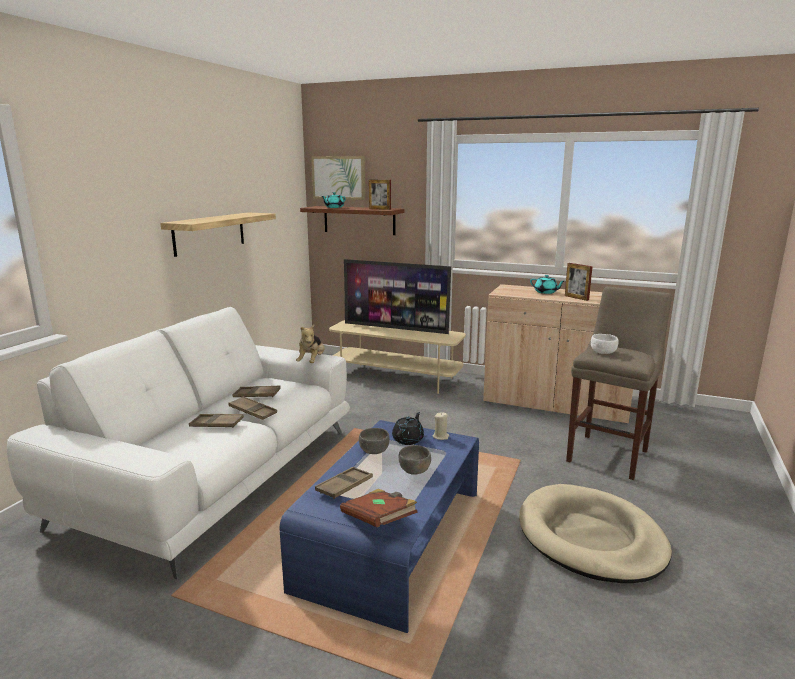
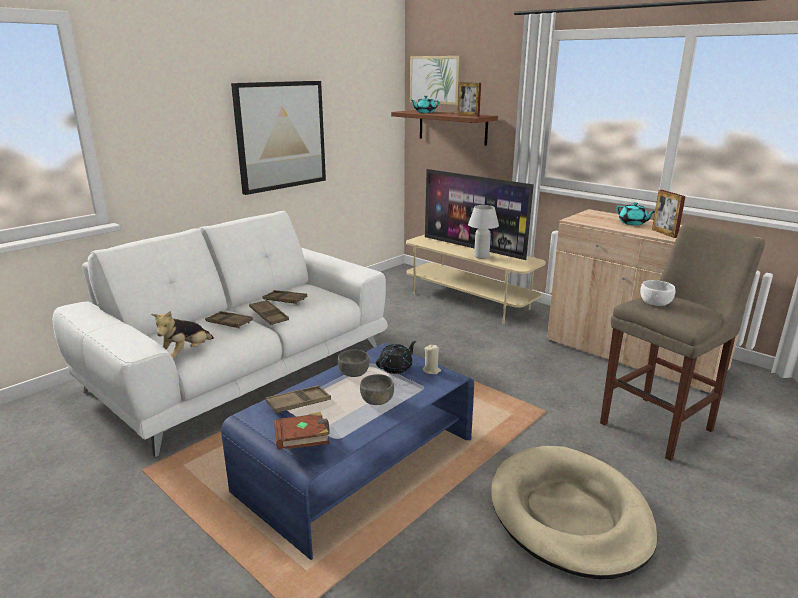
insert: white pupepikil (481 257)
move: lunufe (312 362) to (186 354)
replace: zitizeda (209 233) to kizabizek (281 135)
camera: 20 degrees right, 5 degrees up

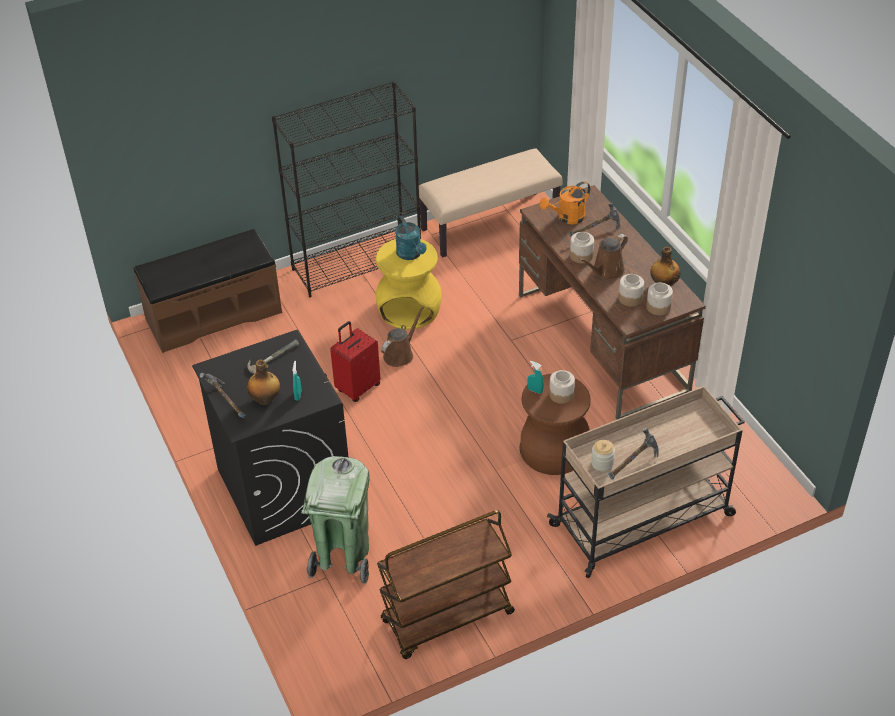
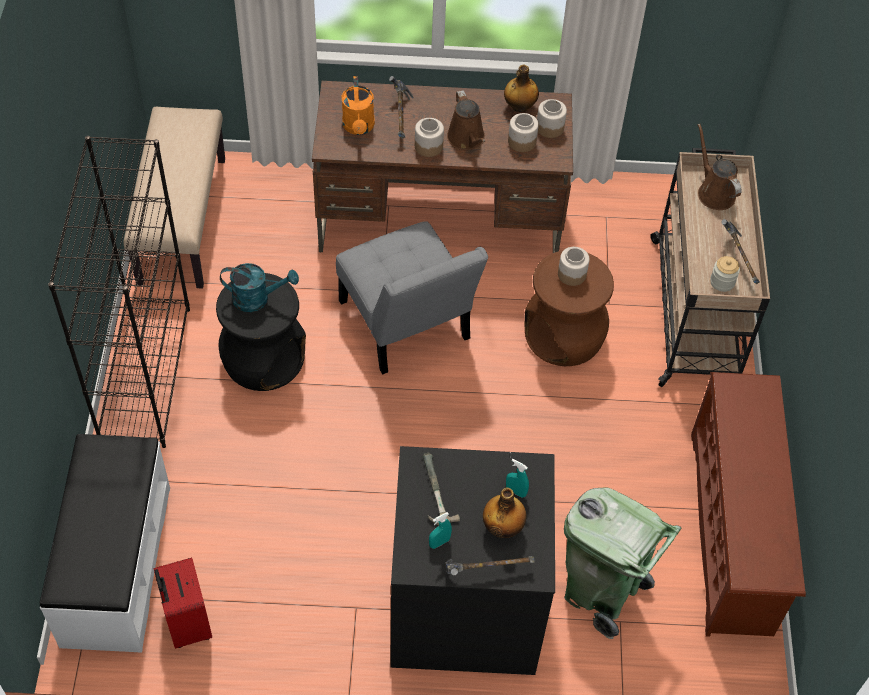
insert: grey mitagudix (407 326)
move: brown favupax (400 354) to (714 192); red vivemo (357 387) to (187 624); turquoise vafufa (535 390) to (439 542)
replace: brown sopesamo (447 618) to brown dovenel (733 533)
recolor: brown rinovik (213 315) to white rinovik (115 565); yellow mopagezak (410 309) to black mopagezak (263 358)
camera: 65 degrees left, 10 degrees up

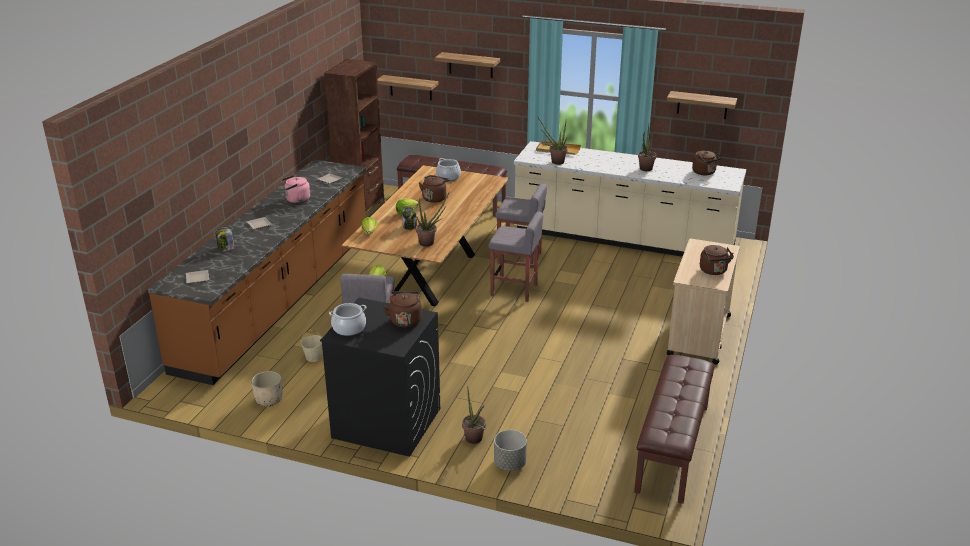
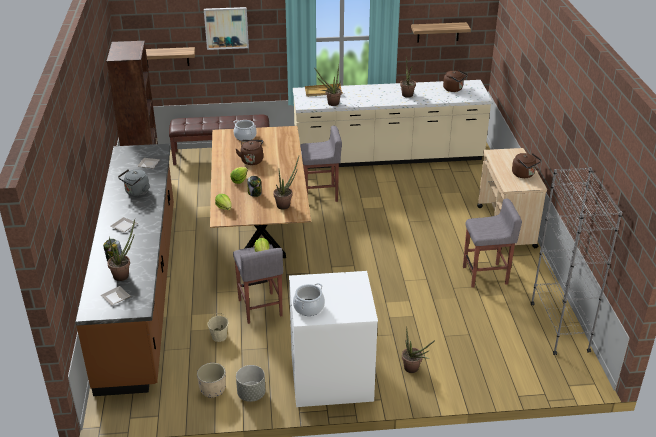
delete: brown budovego (405 320)
insert: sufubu (124 274)
move: grey mopagezak (514 290) to (486 275); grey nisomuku (509 464) to (251 394)
replace: zitizeda (470 65) to kizabizek (226 28); brown rinovik (673 448) to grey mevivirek (559 327)
recolor: pink budovego (296 200) to grey budovego (136 192); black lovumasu (386 423) to white lovumasu (330 378)
camera: 25 degrees left, 5 degrees up

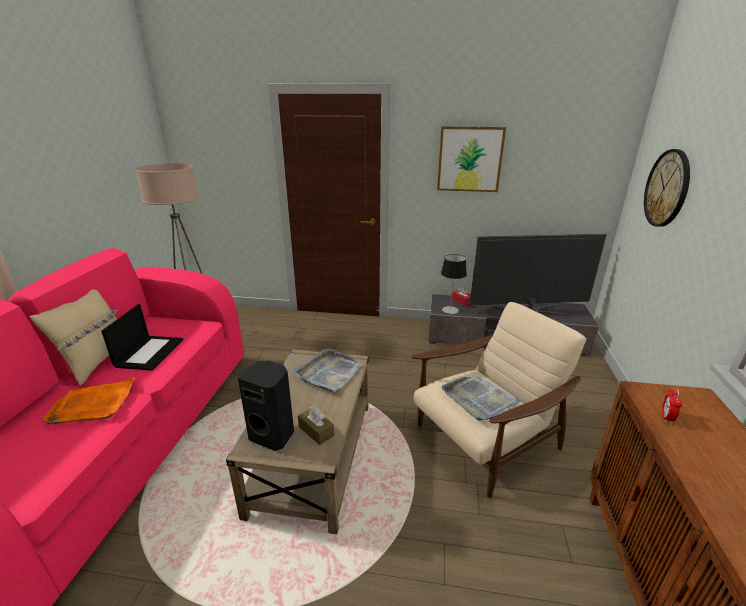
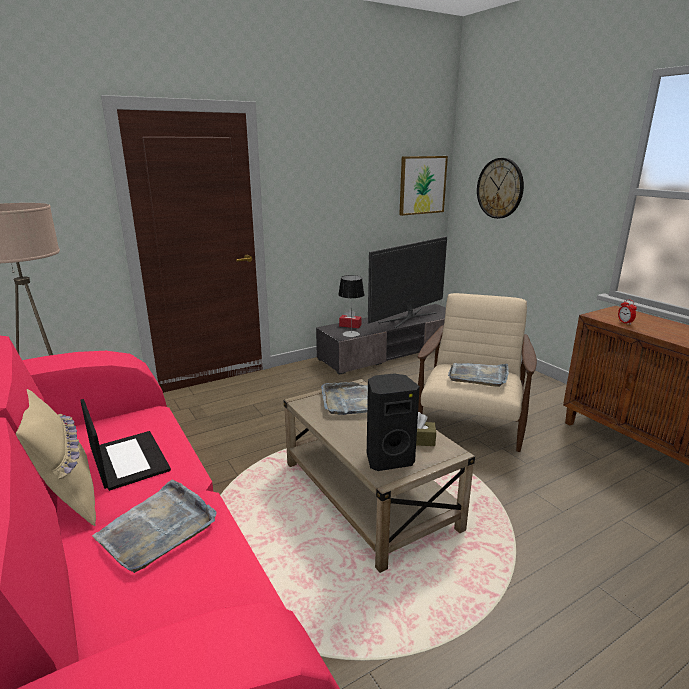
move: kizabizek (470 159) to (422 185)
recolor: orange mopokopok (93 404) to grey mopokopok (158 528)
camera: 40 degrees left, 5 degrees down

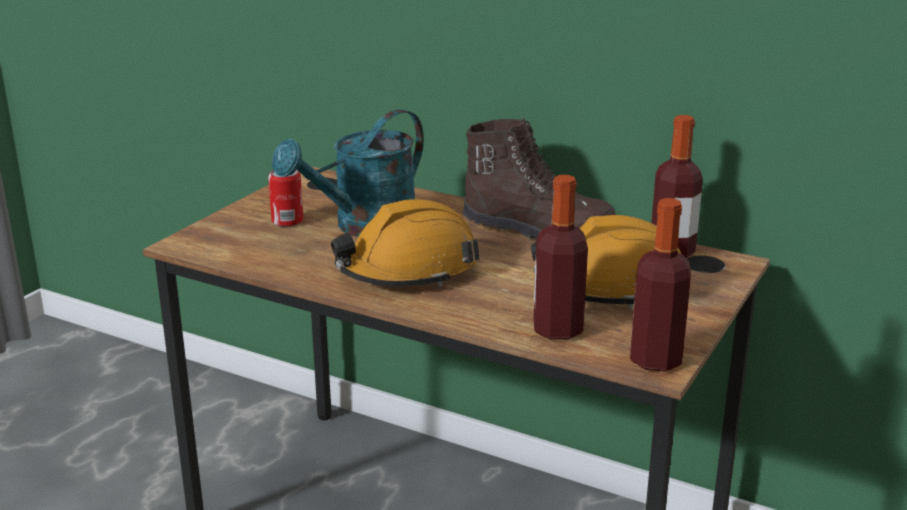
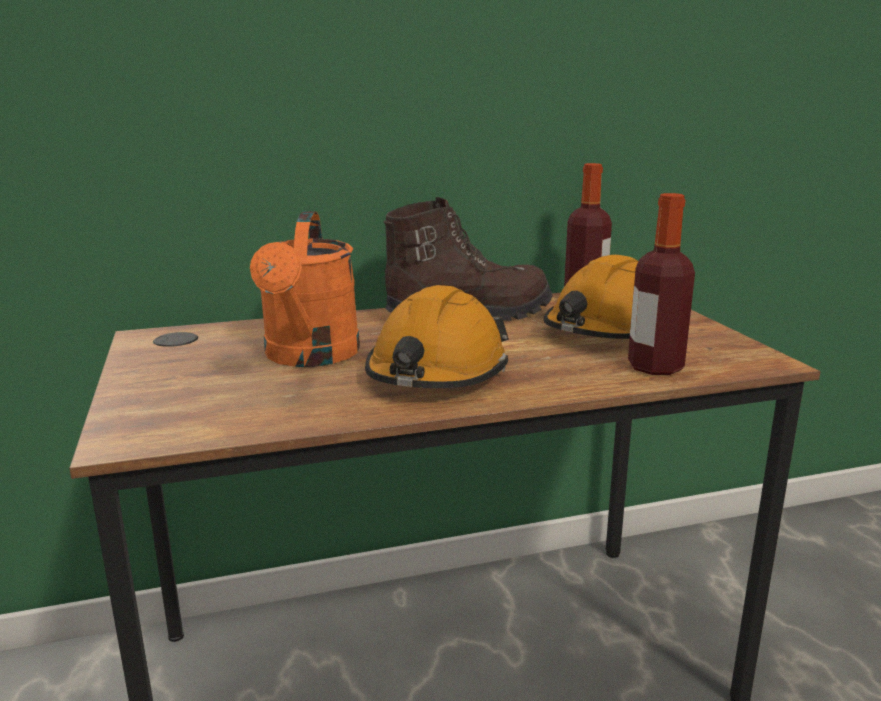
delete: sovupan (287 221); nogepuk (655 360)
recolor: turquoise favupax (364 227) to orange favupax (310 357)
camera: 45 degrees left, 5 degrees down

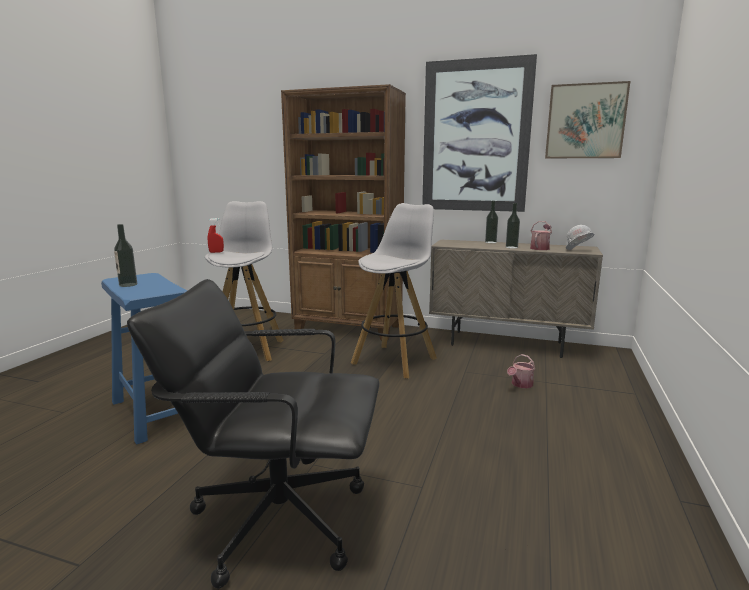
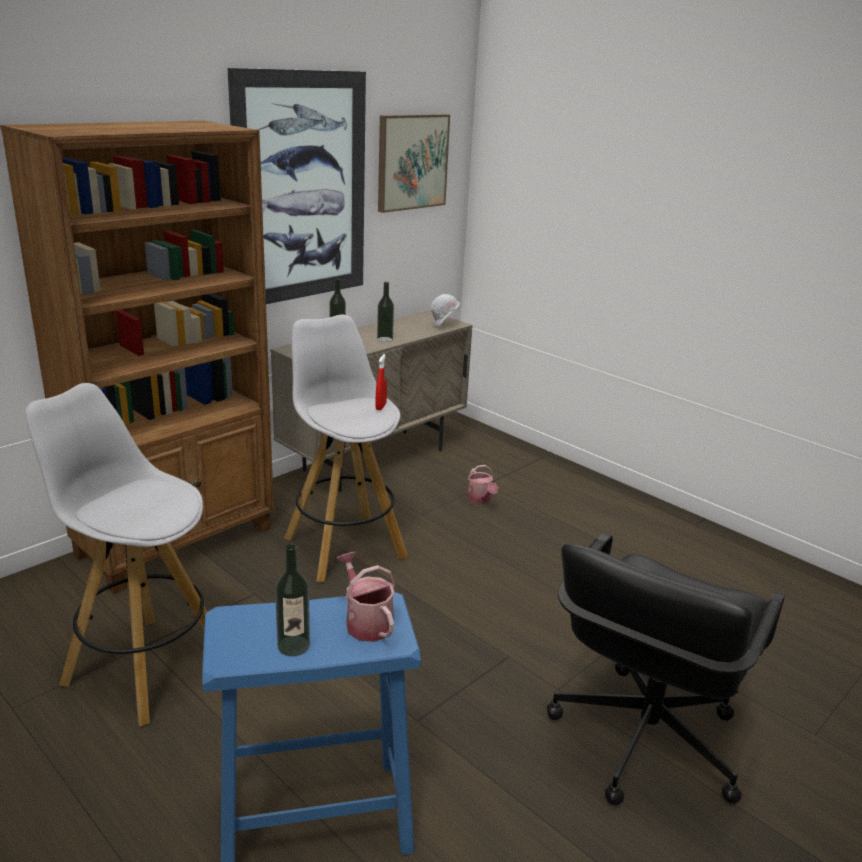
move: red vafufa (216 252) to (381 406); favupax (540 248) to (366 621)
camera: 65 degrees left, 10 degrees up

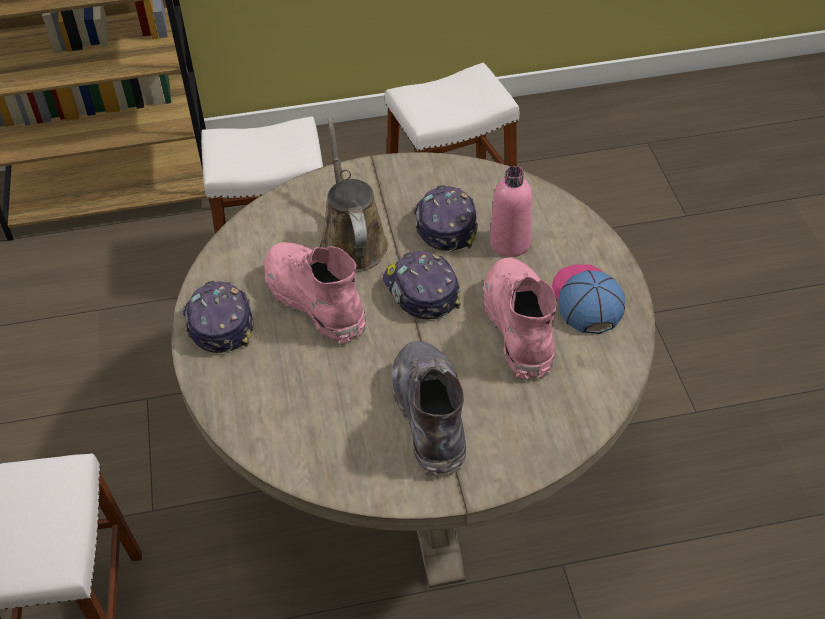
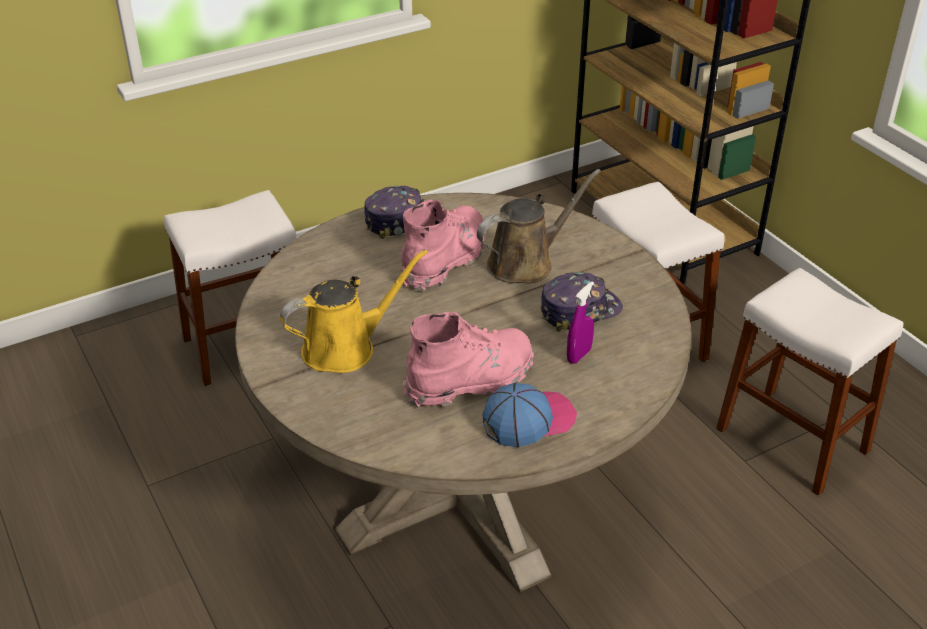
delete: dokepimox (420 291)
replace: pink nogepuk (510 243) to purple vafufa (579 355); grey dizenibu (430 416) to yellow favupax (345 348)
camera: 70 degrees right, 10 degrees down

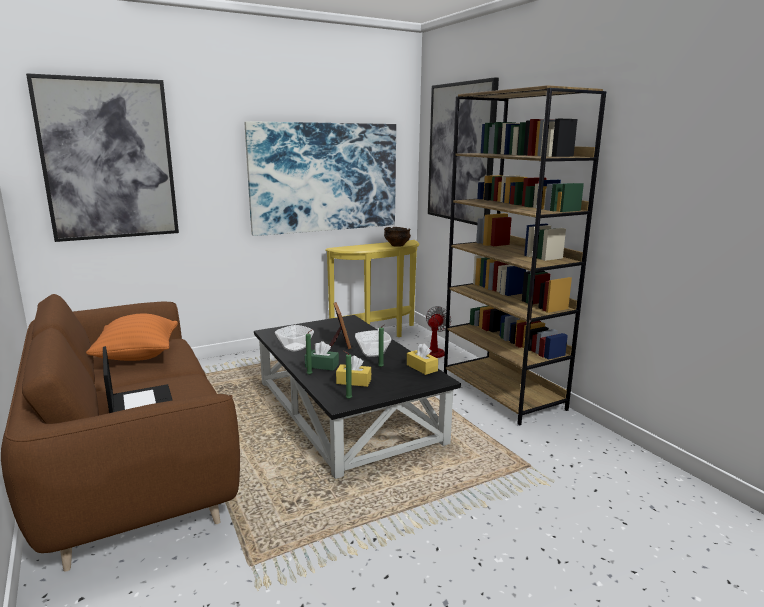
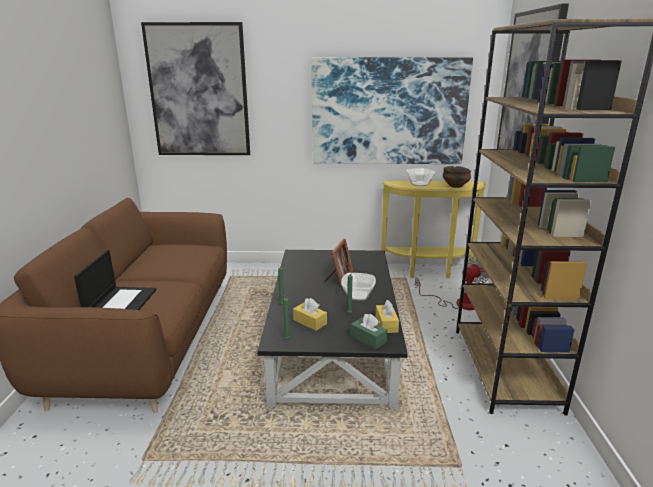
delete: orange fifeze (138 356)
move: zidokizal (295 347) to (419 184); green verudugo (322 366) to (368 339)
camera: 30 degrees right, 5 degrees up

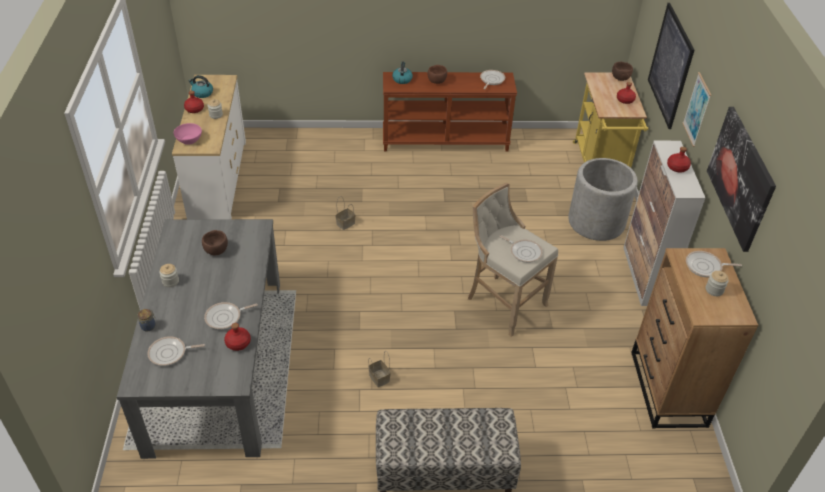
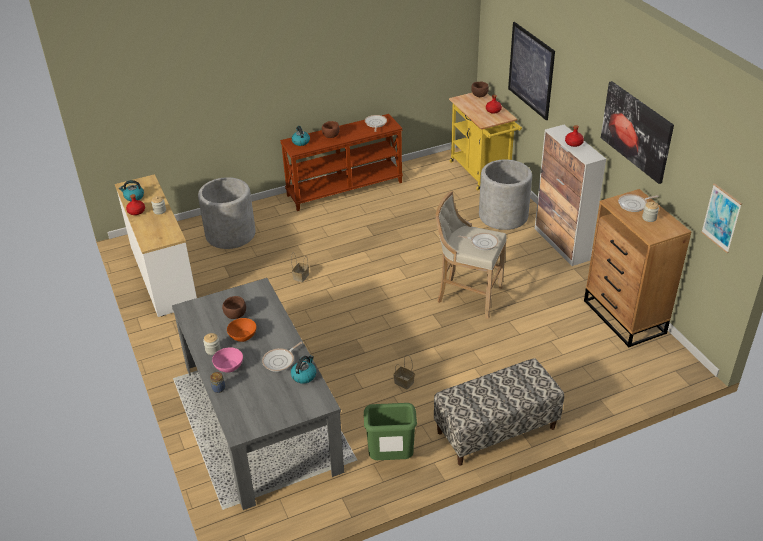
delete: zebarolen (170 353)
insert: grey nisomuku (230 234); orange zidokizal (242 336); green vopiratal (390 459)
move: kizabizek (697 109) to (721 218); pink zidokizal (189 140) to (229 366)
replace: red nogepuk (238 343) to budovego (304 375)
camera: 20 degrees left, 5 degrees down

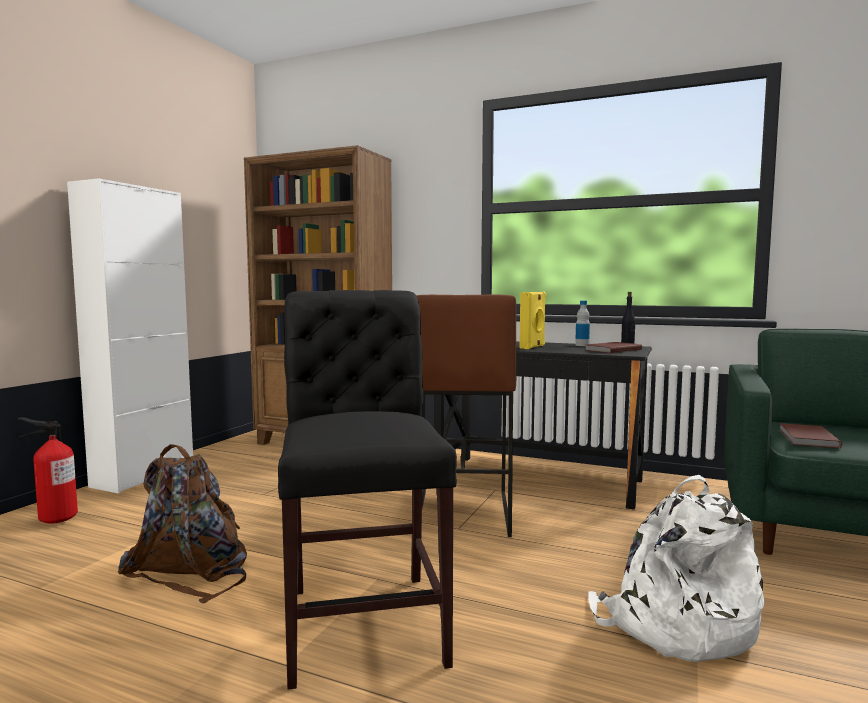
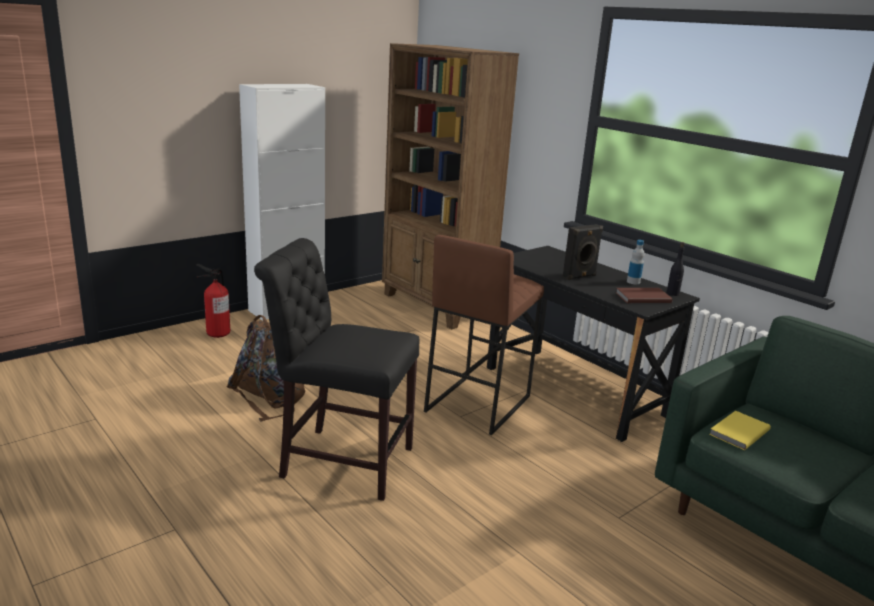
delete: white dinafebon (674 625)
recolor: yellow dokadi (533 347) to black dokadi (580 276); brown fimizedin (806 438) to yellow fimizedin (737 432)
rotate: black mitagudix (365 617) = (340 460) 90 degrees counterclockwise
camera: 25 degrees right, 15 degrees up

